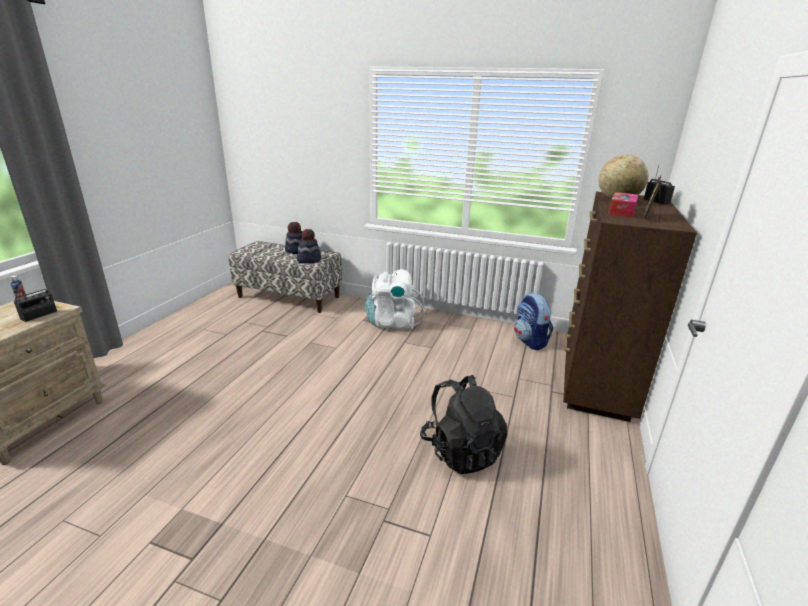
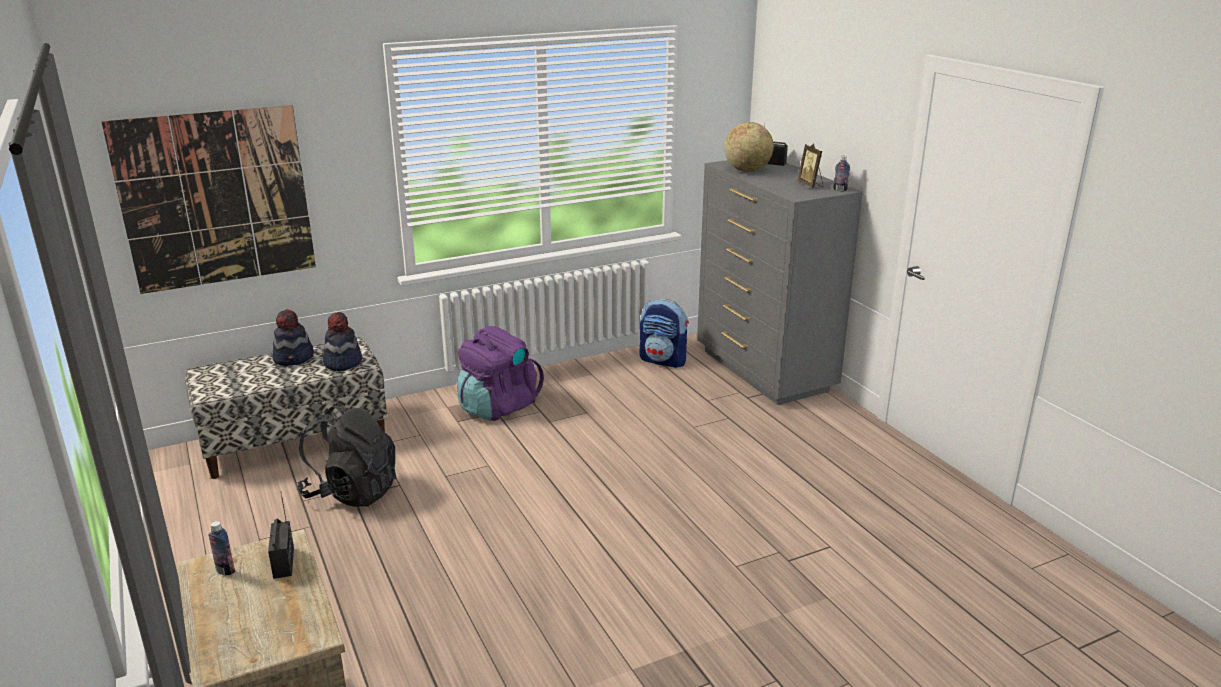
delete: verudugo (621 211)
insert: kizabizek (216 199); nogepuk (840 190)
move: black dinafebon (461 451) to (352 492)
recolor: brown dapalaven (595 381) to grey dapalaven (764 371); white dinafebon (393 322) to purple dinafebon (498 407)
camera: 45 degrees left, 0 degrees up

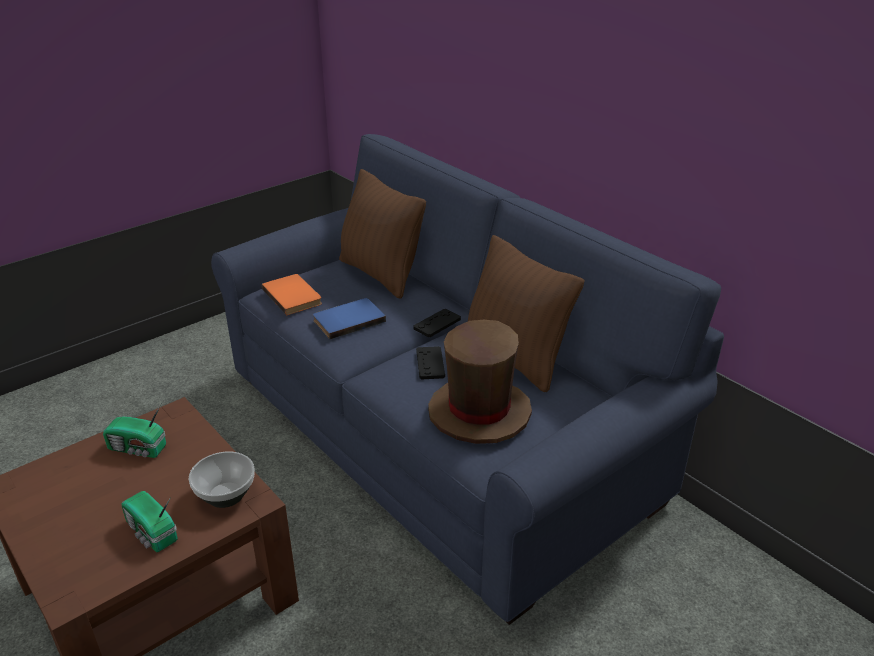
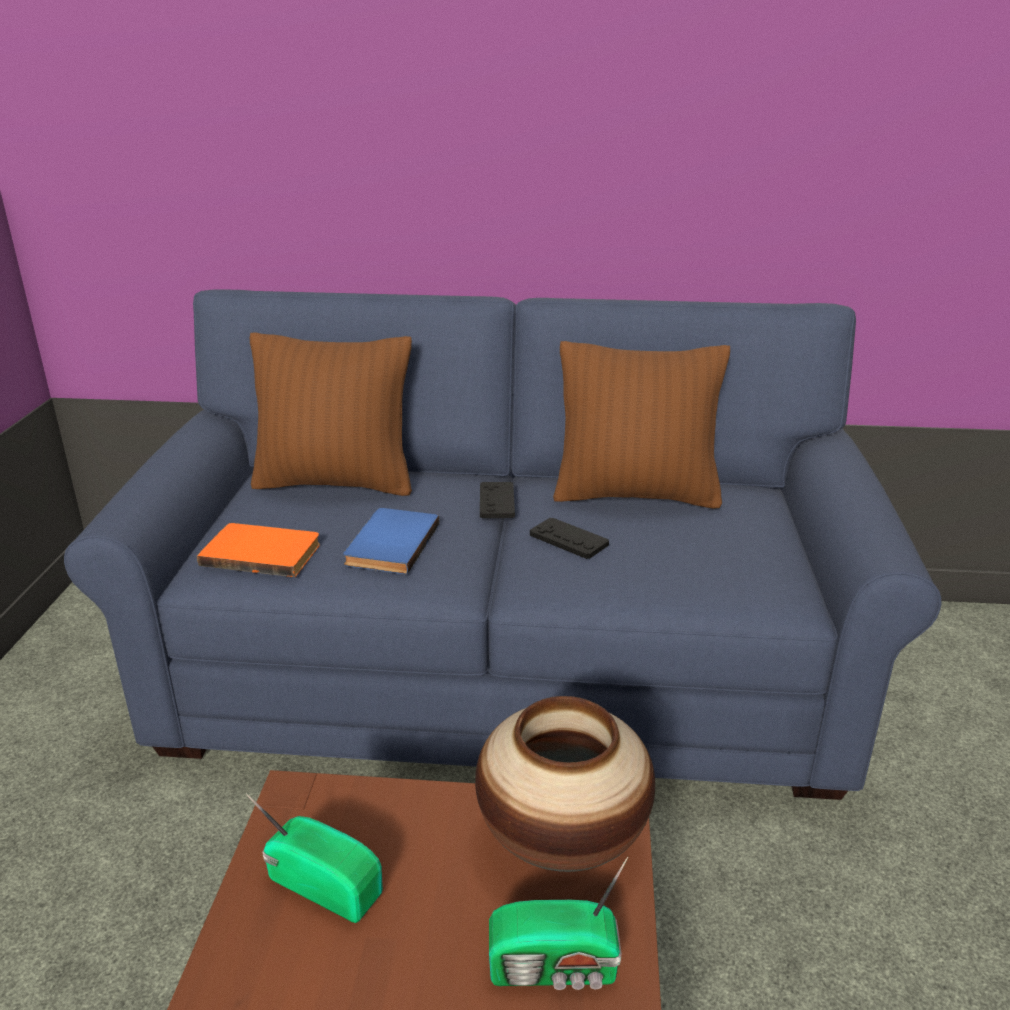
delete: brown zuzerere (479 412)
replace: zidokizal (225 495) to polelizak (562 842)
rotate: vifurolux (138 449) = (324 882) 120 degrees counterclockwise
camera: 45 degrees left, 5 degrees down

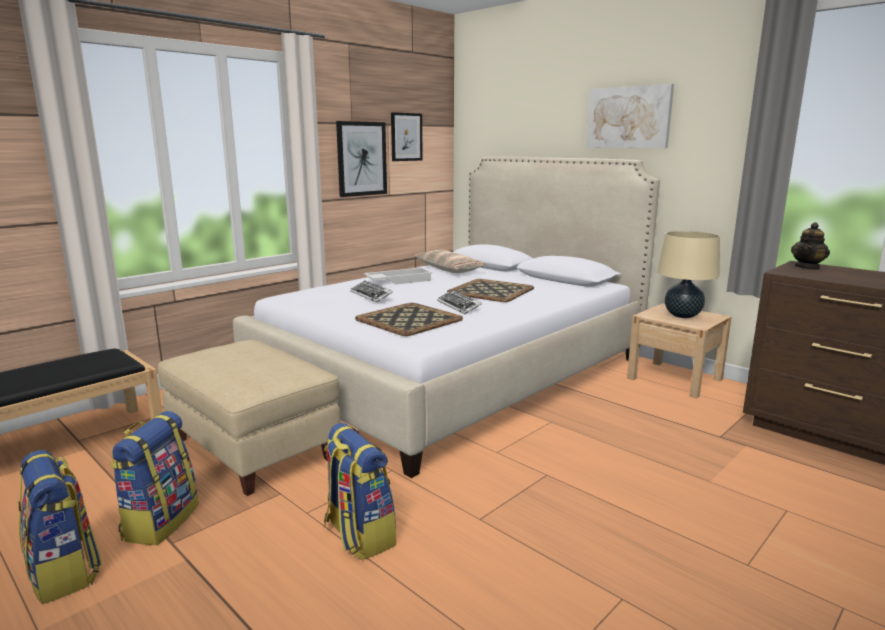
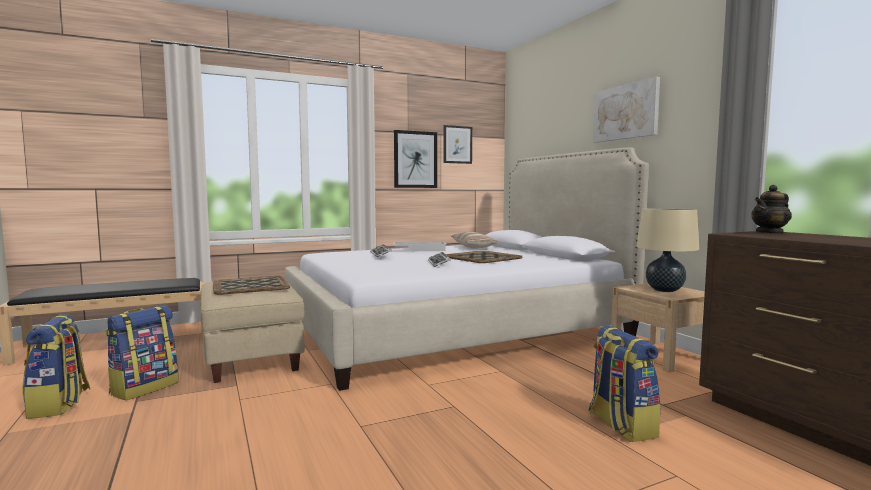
move: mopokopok (410 319) to (251 286); dinafebon (358 535) to (620 425)
camera: 20 degrees right, 10 degrees down

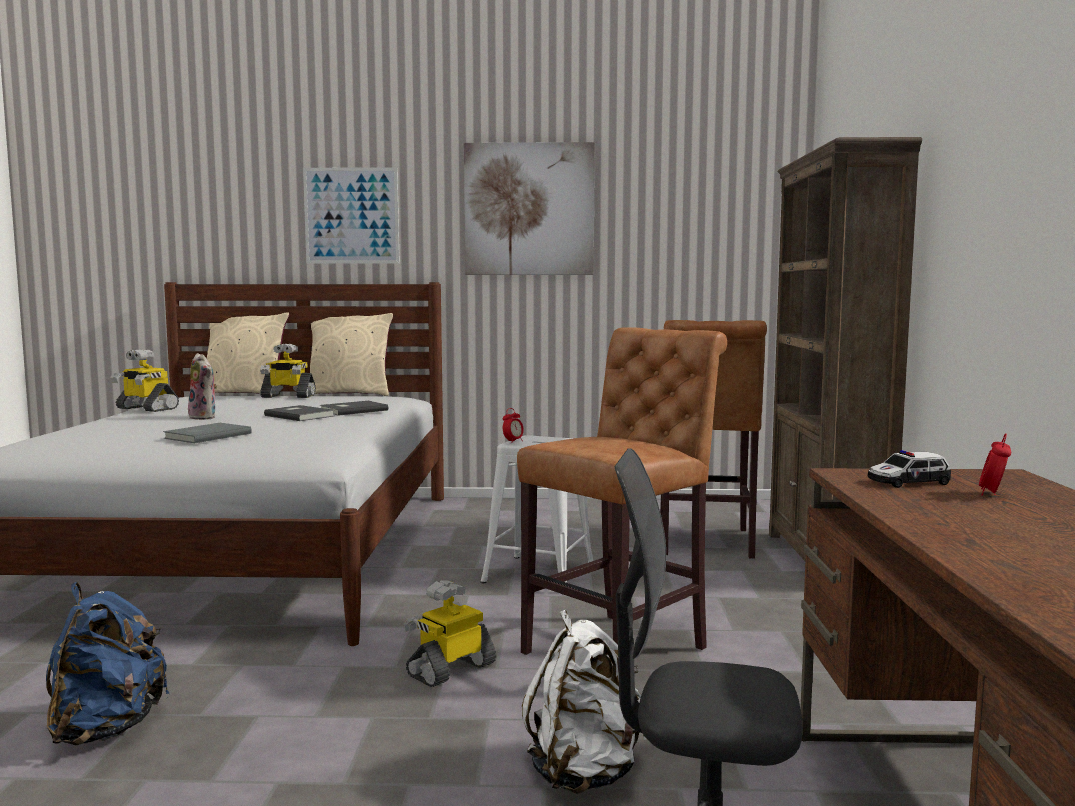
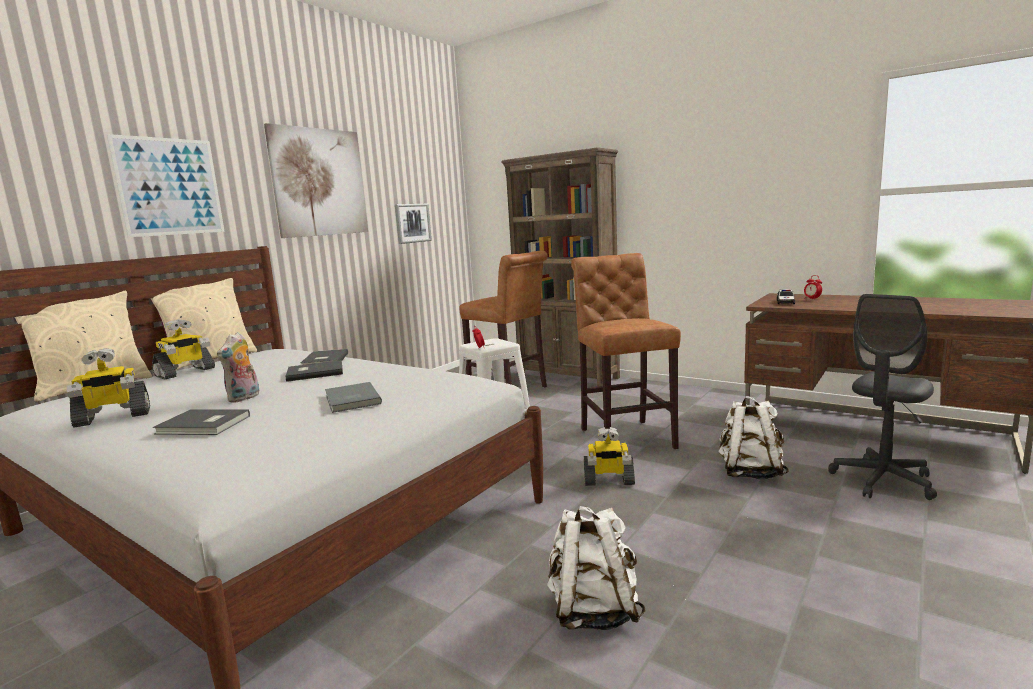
insert: kizabizek (412 223); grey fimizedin (203 425)
recolor: blue dinafebon (106 729) to white dinafebon (593 611)
rotate: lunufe (205 417) = (244 398) 120 degrees clockwise; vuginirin (450 669) = (608 480) 75 degrees counterclockwise
camera: 55 degrees left, 5 degrees up

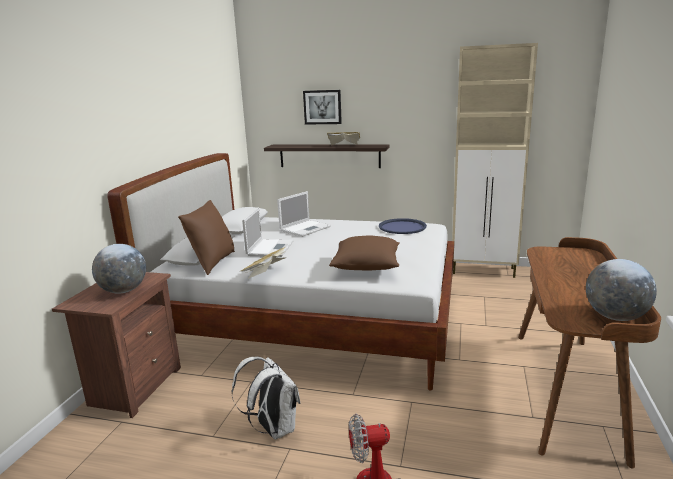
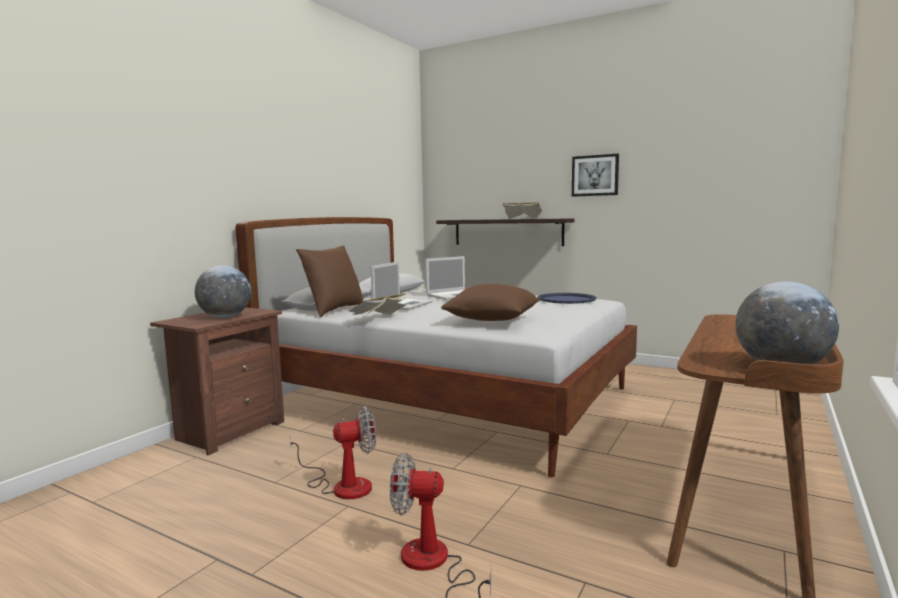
delete: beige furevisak (484 271)
move: kizabizek (322 107) to (595 175)
replace: white dinafebon (273 429) to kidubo (342 485)
camera: 15 degrees right, 10 degrees down

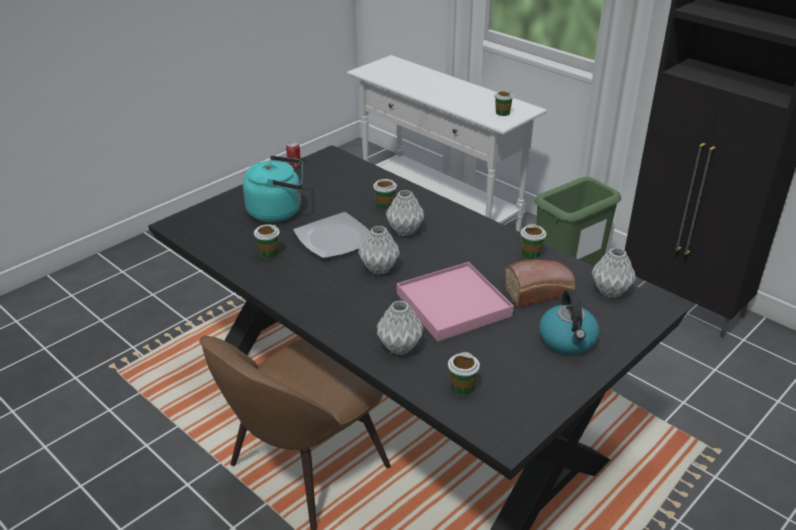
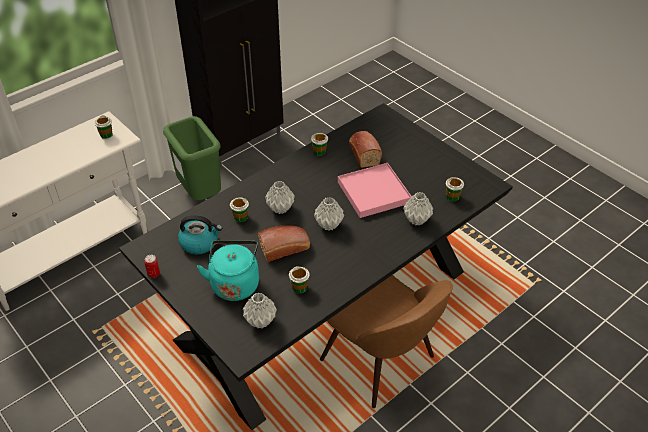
move: grey polelizak (610 292) to (261 321); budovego (568 340) to (200 243)
replace: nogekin (334 239) to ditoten (285 248)
camera: 85 degrees left, 10 degrees up

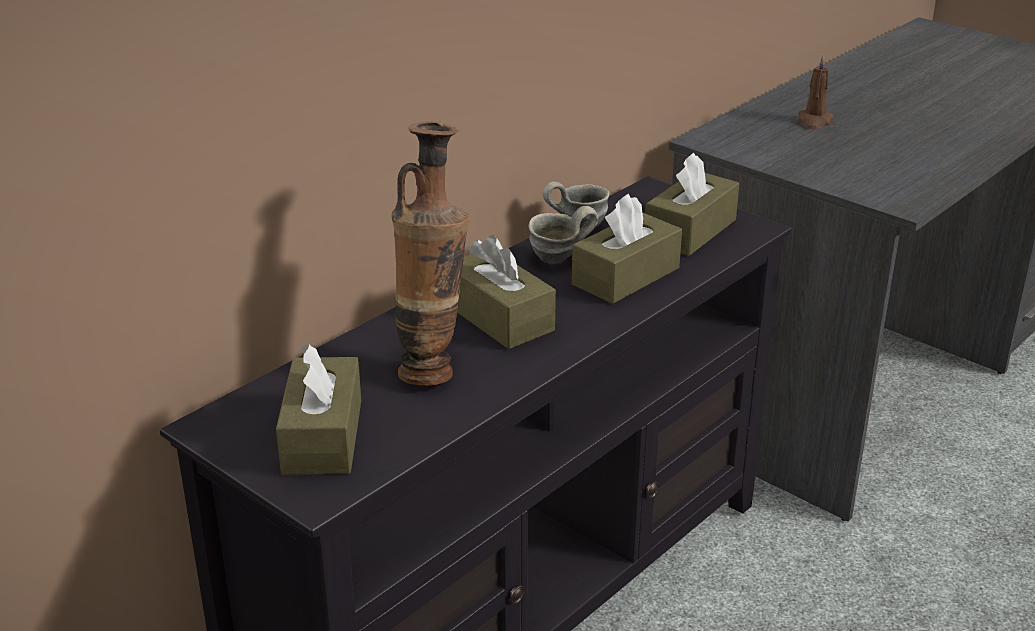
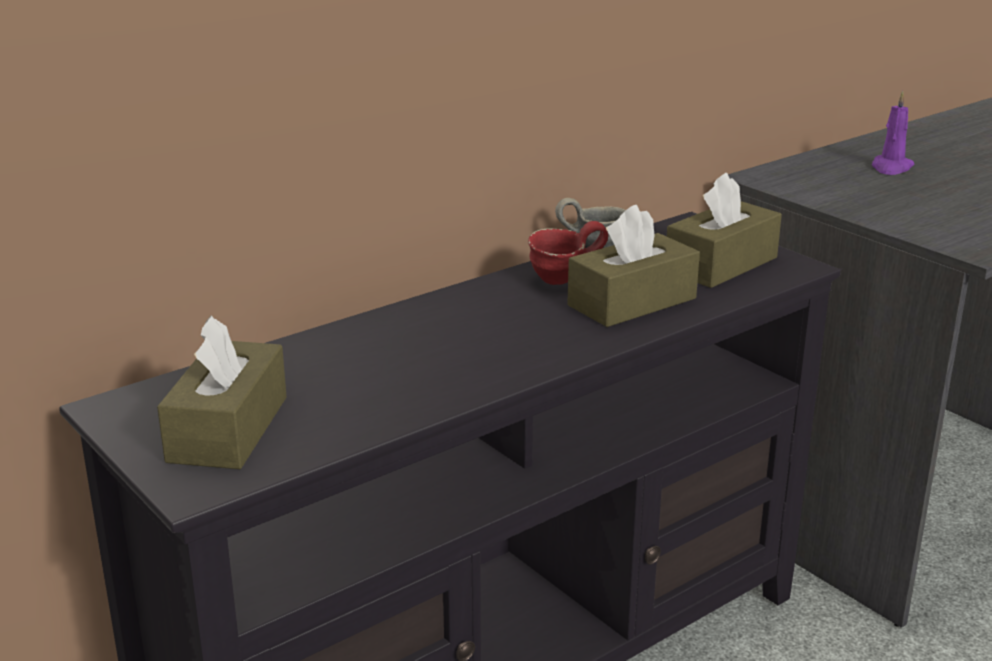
delete: polelizak (433 368); brown verudugo (499 317)
recolor: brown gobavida (814 121) to purple gobavida (891 168); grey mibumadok (560 260) to red mibumadok (563 282)
camera: 10 degrees right, 5 degrees down

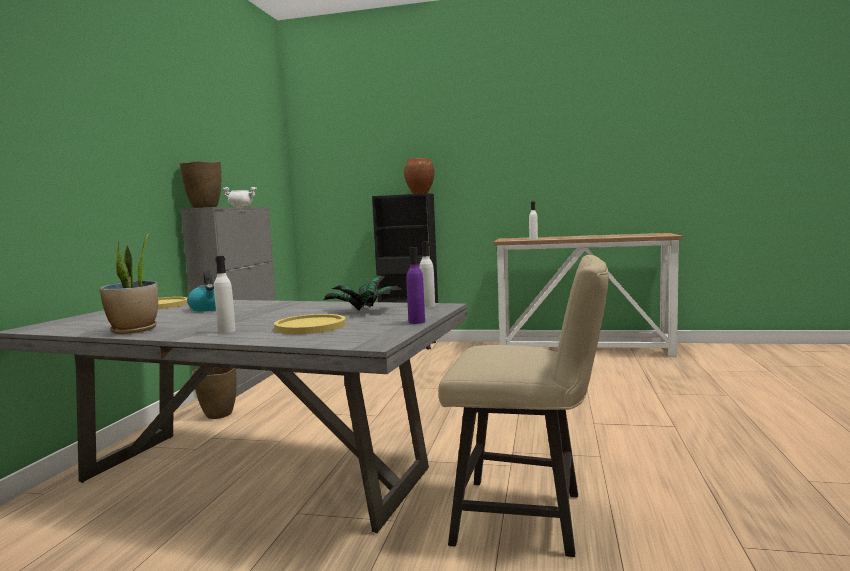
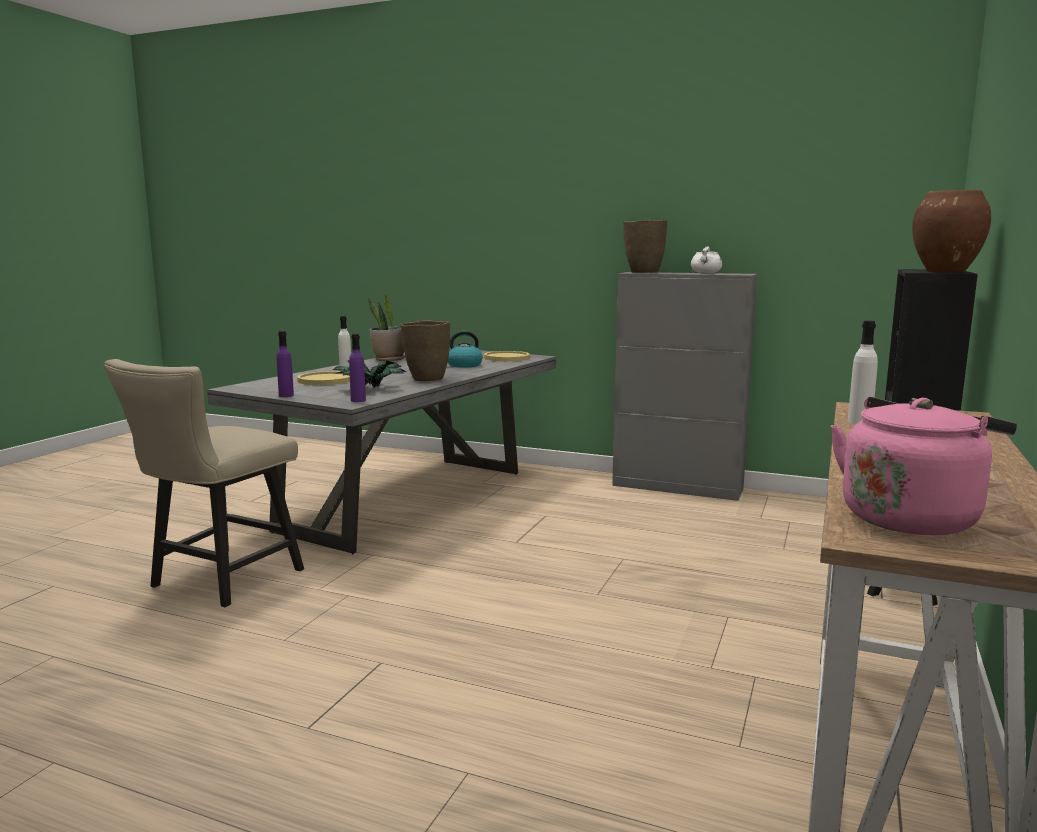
insert: pink budovego (911 518)
move: brown polelizak (219 415) to (427 379)
recolor: white nogepuk (428 306) to purple nogepuk (358 400)
camera: 100 degrees right, 5 degrees up

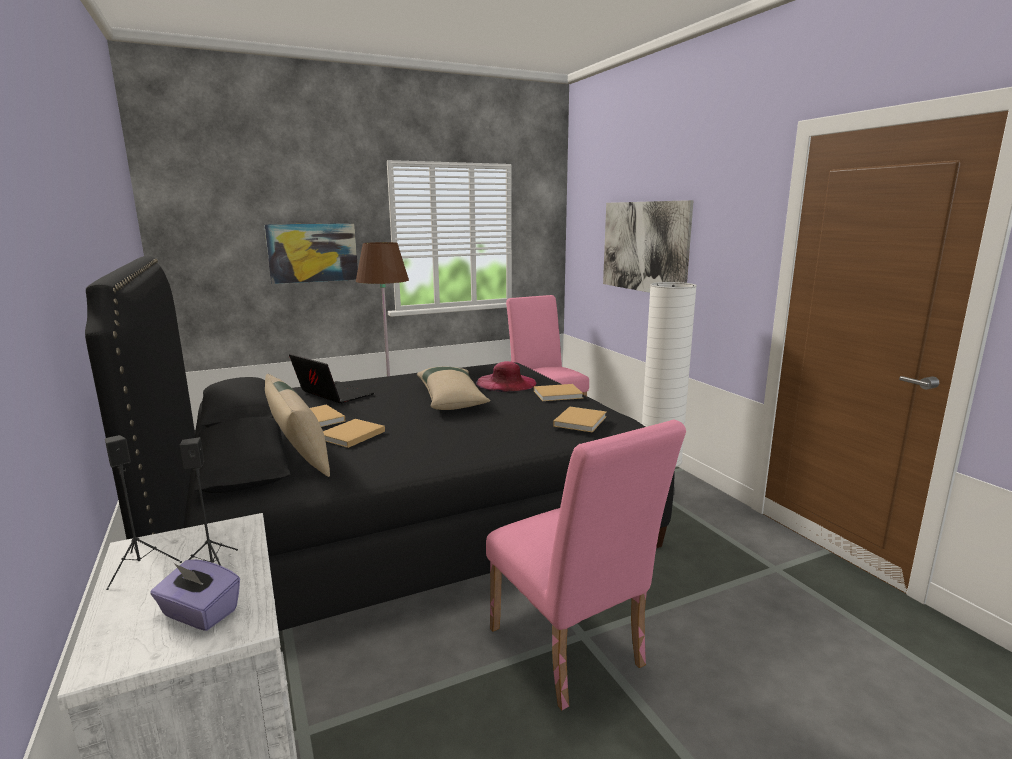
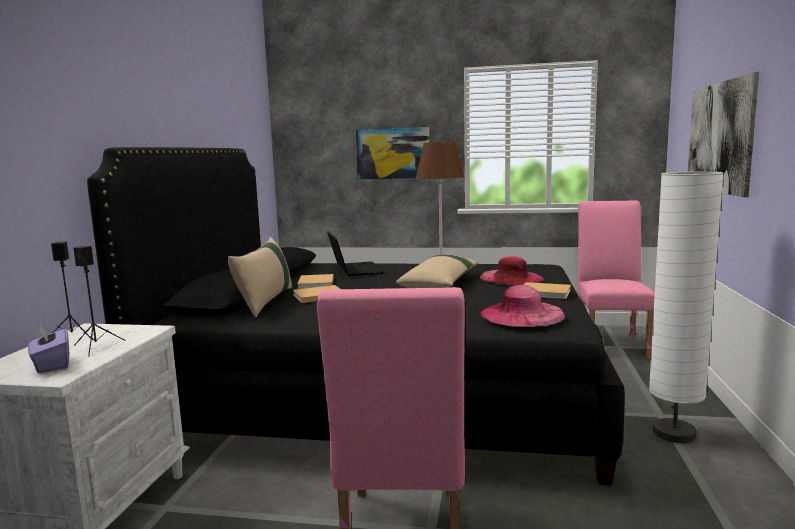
replace: beige fimizedin (580 421) to pink zuzerere (521 314)
camera: 35 degrees right, 5 degrees down

